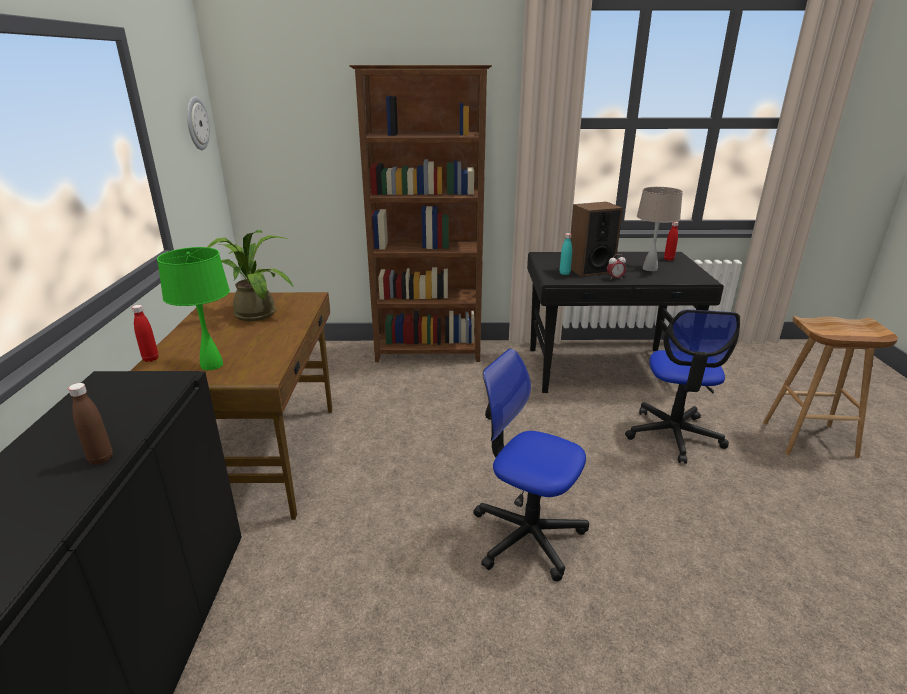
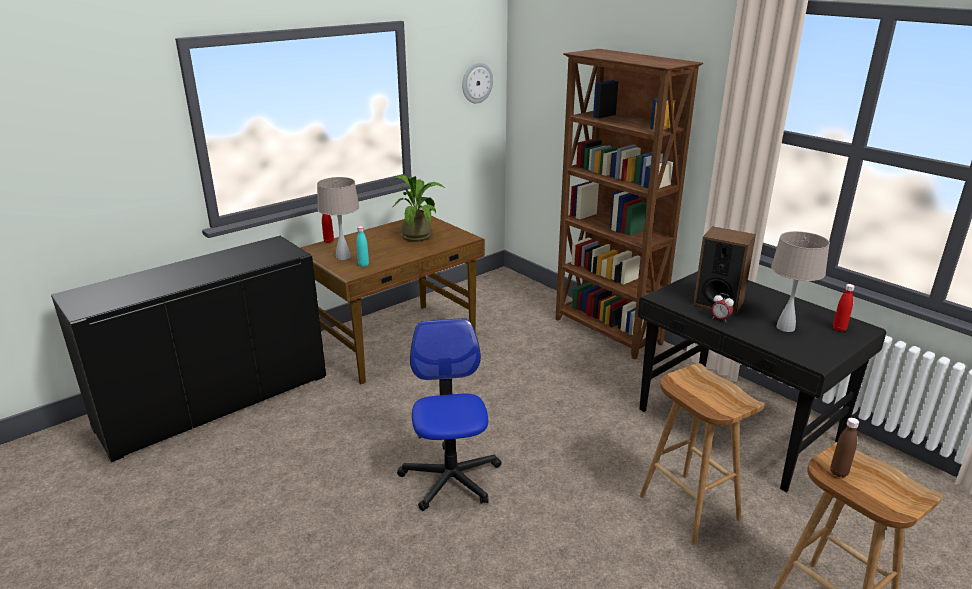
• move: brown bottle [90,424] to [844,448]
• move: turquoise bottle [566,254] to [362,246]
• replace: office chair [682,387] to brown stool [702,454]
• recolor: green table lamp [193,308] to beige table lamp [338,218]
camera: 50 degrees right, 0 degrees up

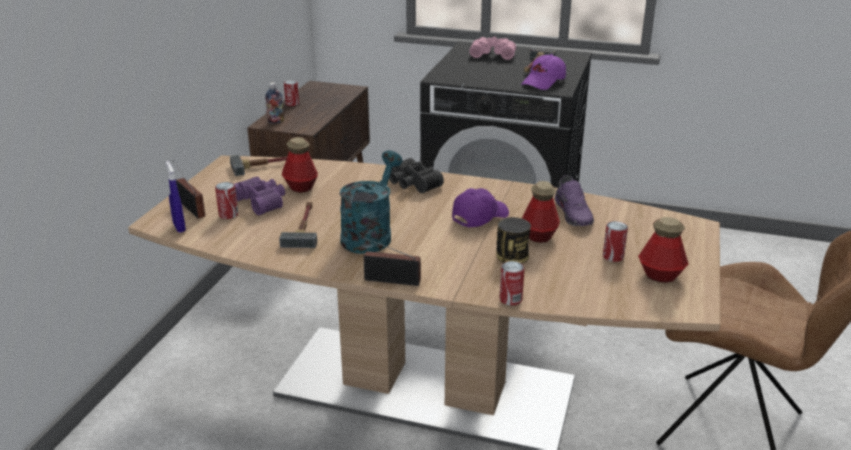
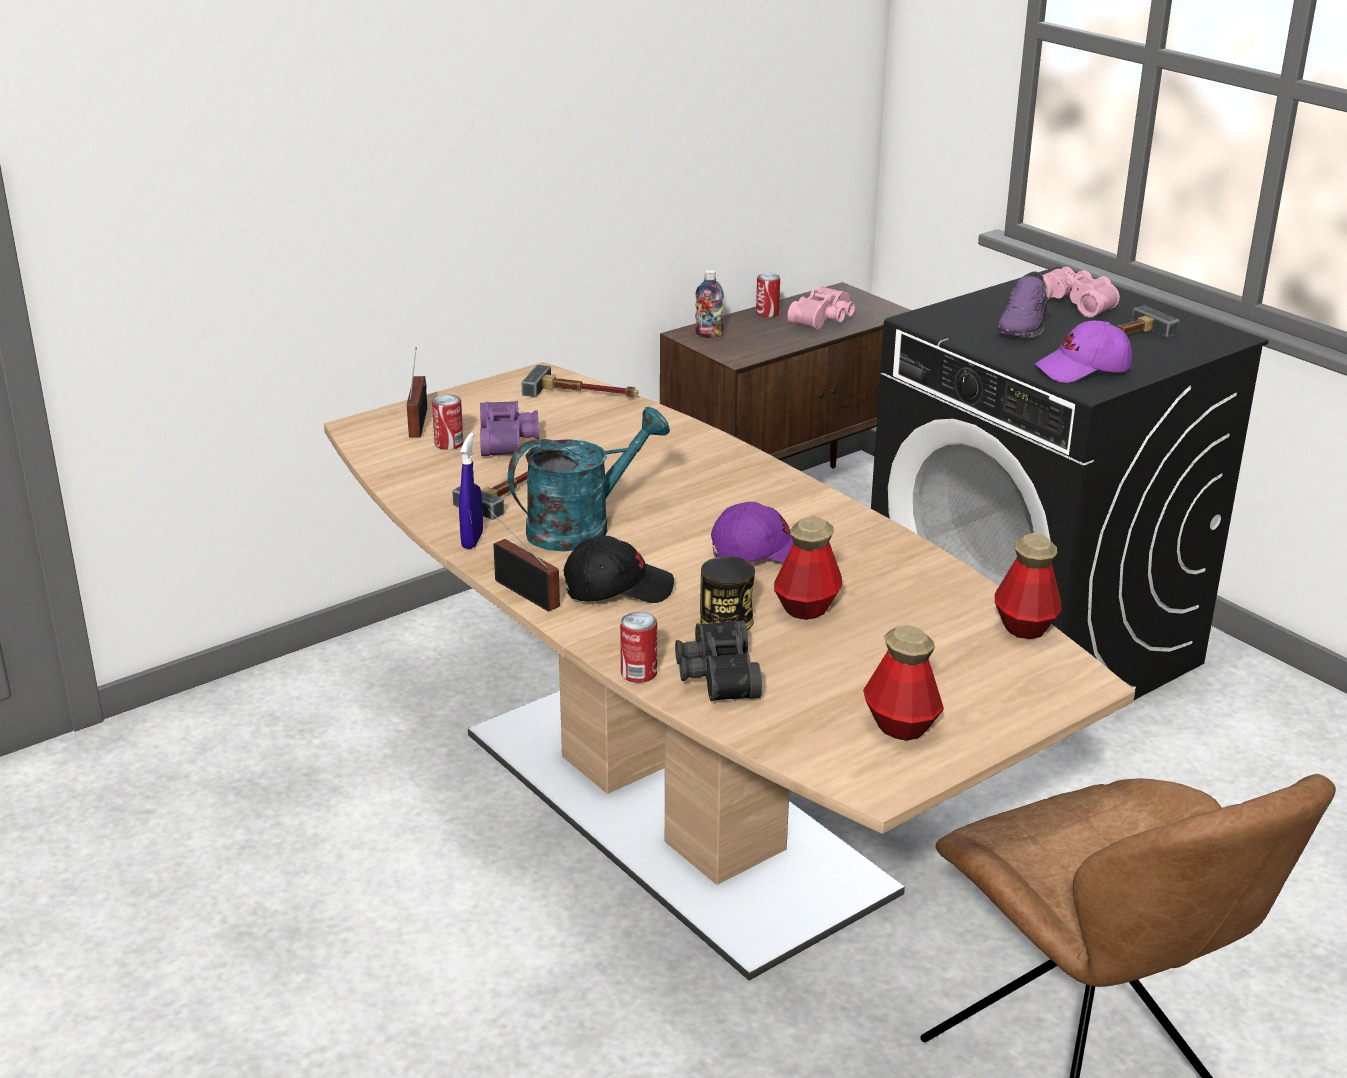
• delete: can [615,241]
• insert: black cap [618,569]
• insert: pink binoculars [821,307]
• move: blue spray bottle [176,197] to [471,491]
• move: bottle [300,165] to [1028,586]
• move: black binoculars [416,175] to [718,661]
• move: purple shoe [574,200] to [1024,305]
camera: 35 degrees right, 0 degrees up

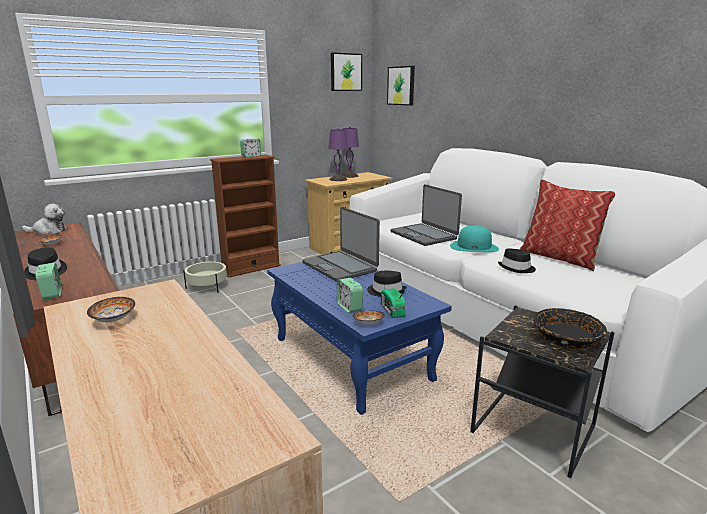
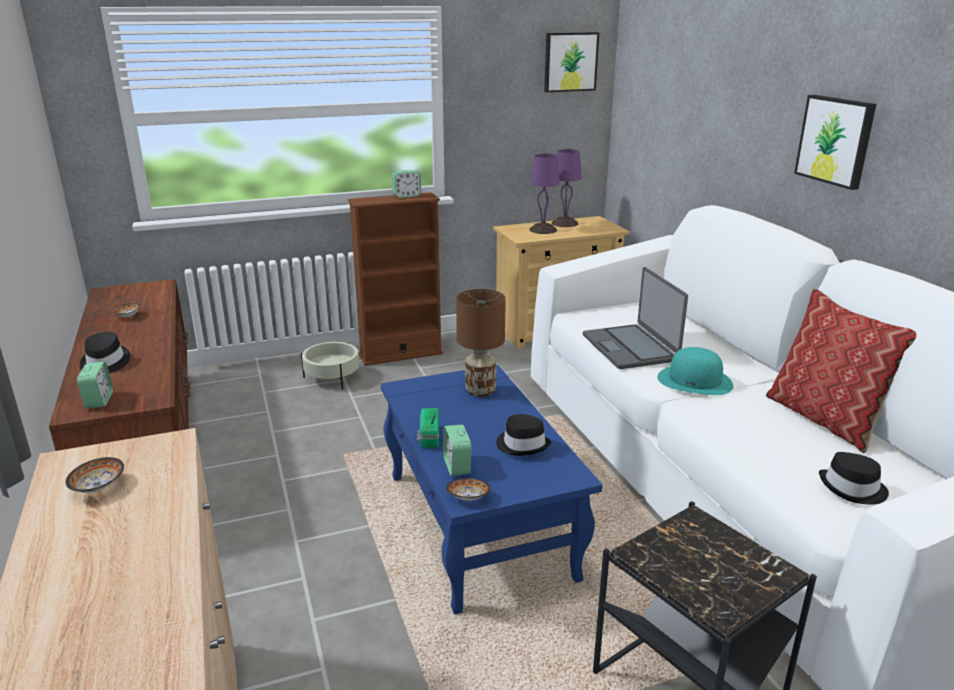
• delete: plush toy [44,219]
• delete: black bowl [570,328]
• move: radio [394,302] to [428,428]
• move: picture [401,86] to [835,142]
• move: black hat [517,260] to [854,478]
• replace: laptop [341,244] to brown table lamp [481,343]
camera: 15 degrees right, 5 degrees up

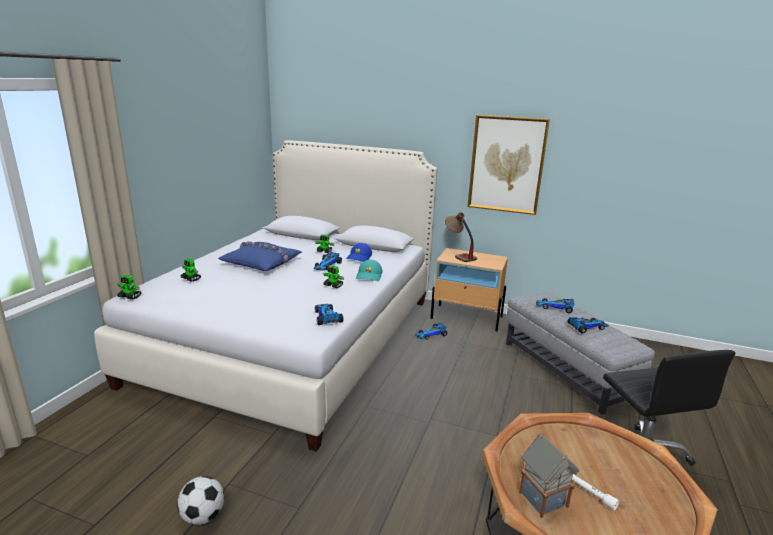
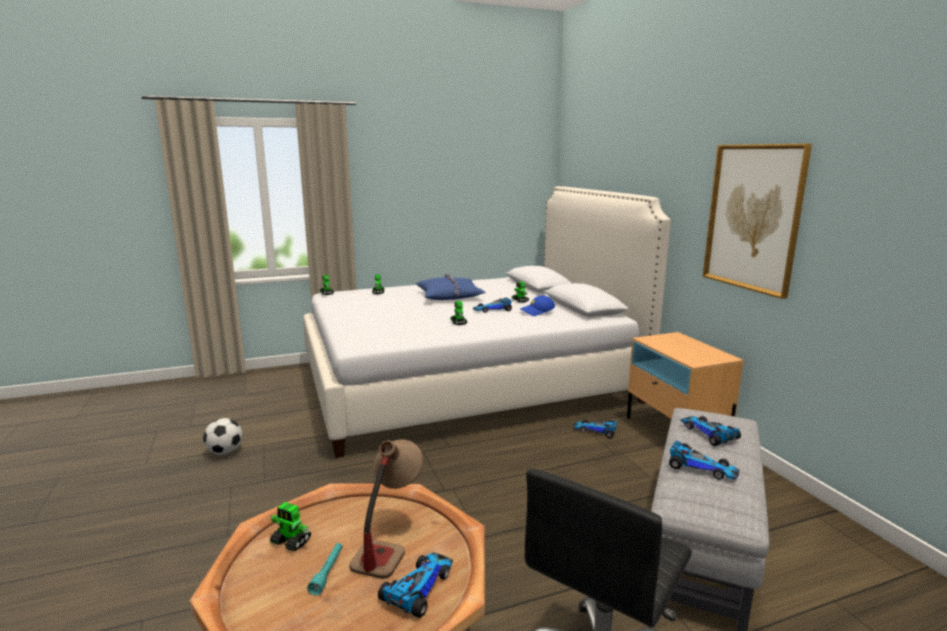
• delete: turquoise cap [369,270]
• move: toy car [329,314] to [415,585]
• move: table lamp [461,237] to [386,509]
• replace: toy house [549,476] to toy robot [290,526]
• recolor: white flashlight [595,492] to turquoise flashlight [324,569]
camera: 50 degrees right, 5 degrees down

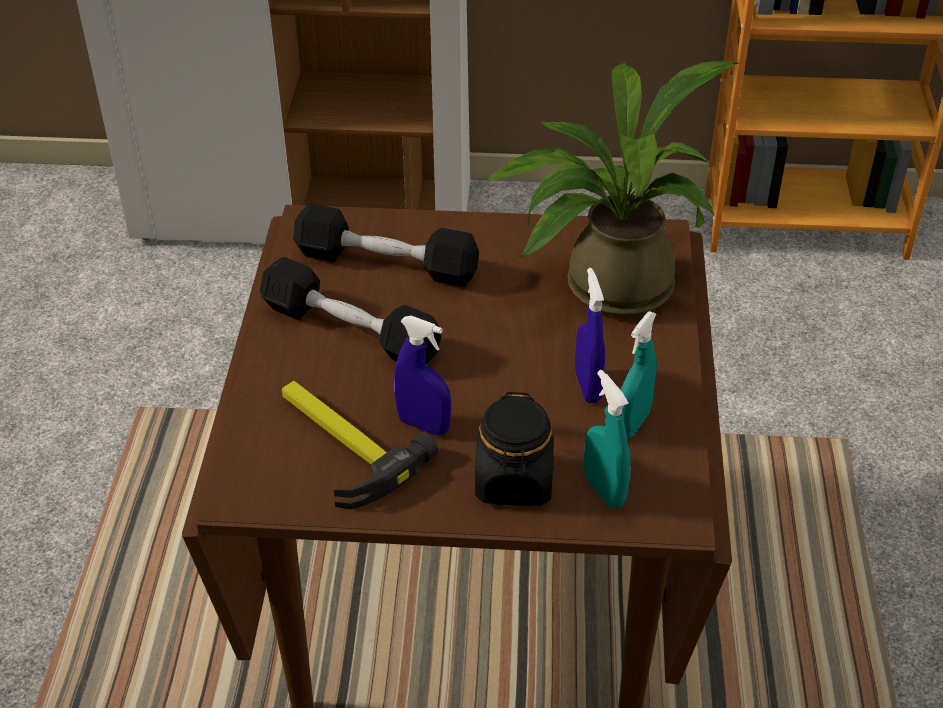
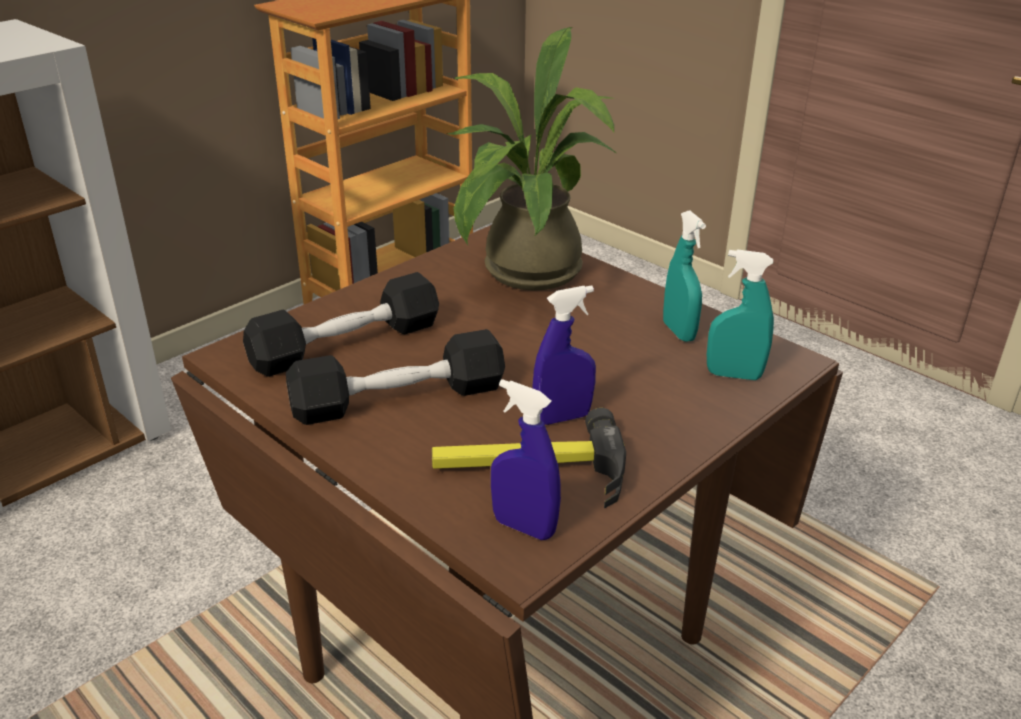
• delete: black jar [514,449]
• move: blue spray bottle [590,335] to [526,459]
camera: 50 degrees left, 10 degrees down

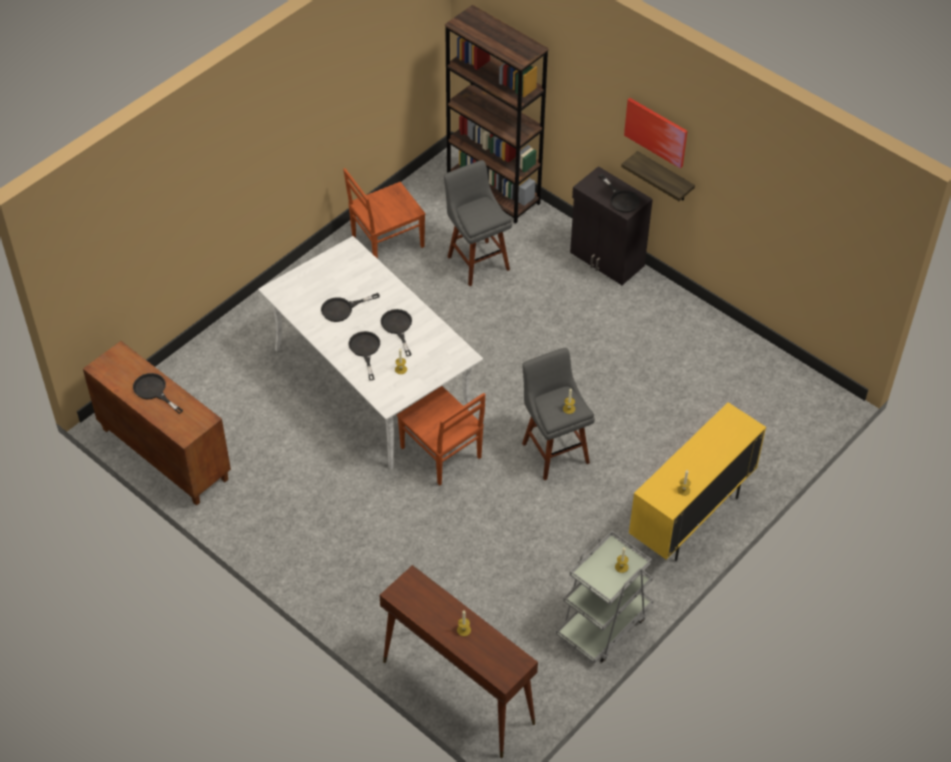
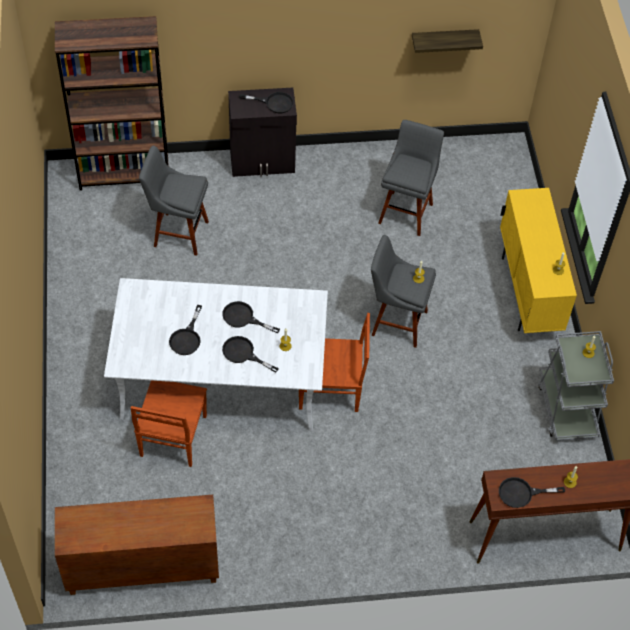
• delete: picture [656,133]
• insert: grey stool [411,178]
• move: black frying pan [158,393] to [532,492]
• move: brown chair [384,213] to [169,424]
• move: shelf [658,176] to [447,41]
camera: 50 degrees left, 5 degrees up

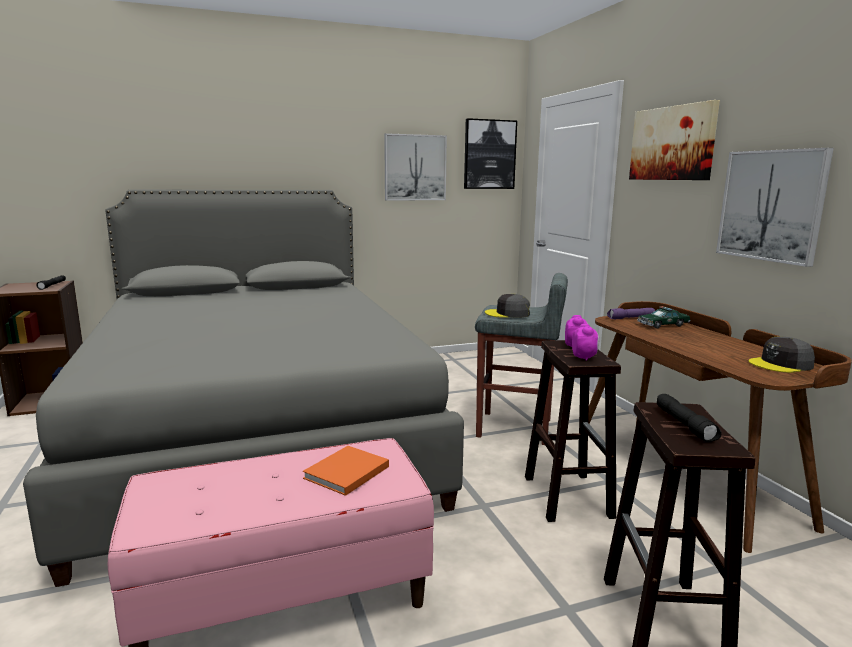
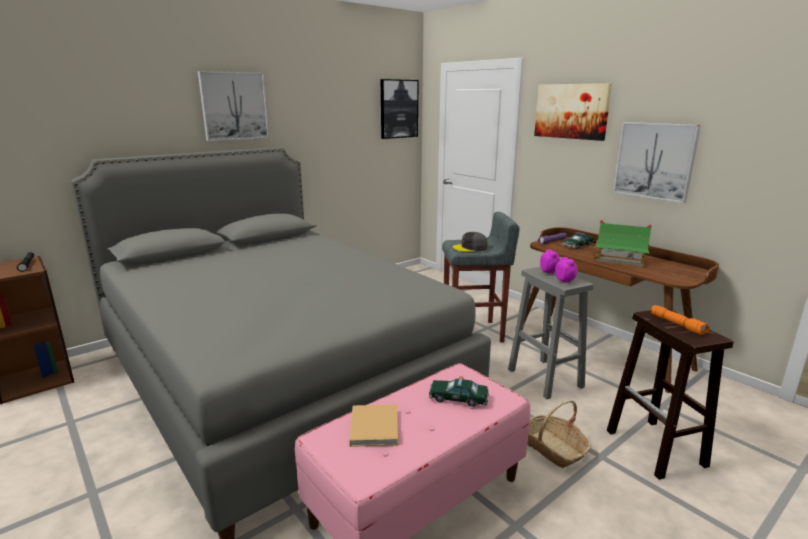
• delete: grey cap [782,354]
• insert: beige book [374,425]
• insert: basket [559,434]
• insert: toy house [623,243]
• move: picture [415,167] to [233,106]
• replace: orange book [346,471] to toy car [459,391]
• recolor: brown stool [573,431] to grey stool [550,333]
• recolor: black flashlight [689,418] to orange flashlight [680,320]
camera: 20 degrees left, 5 degrees up

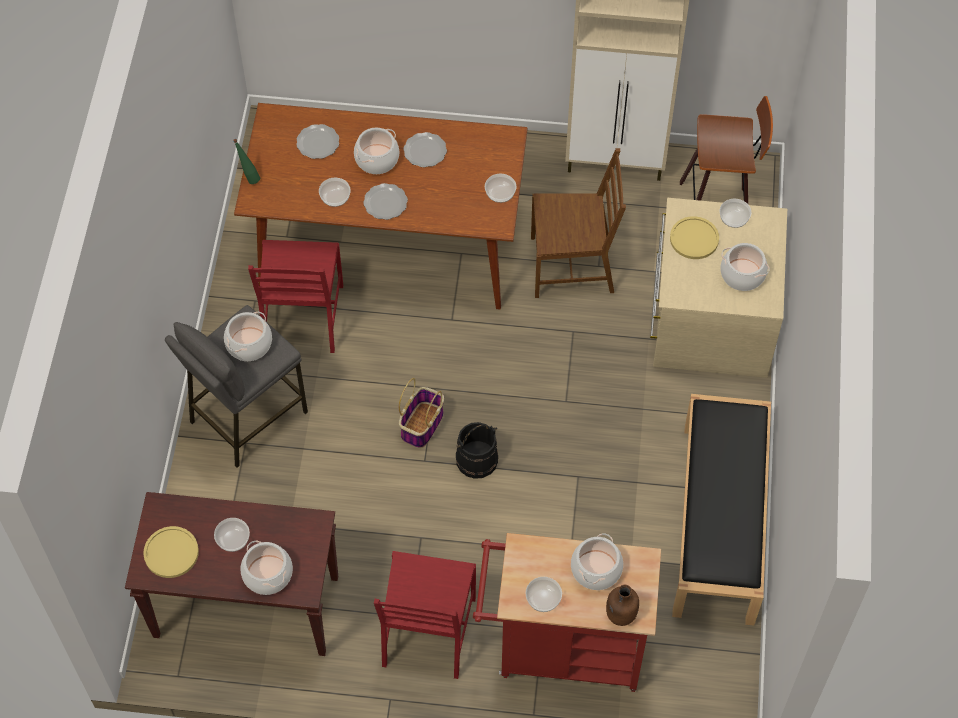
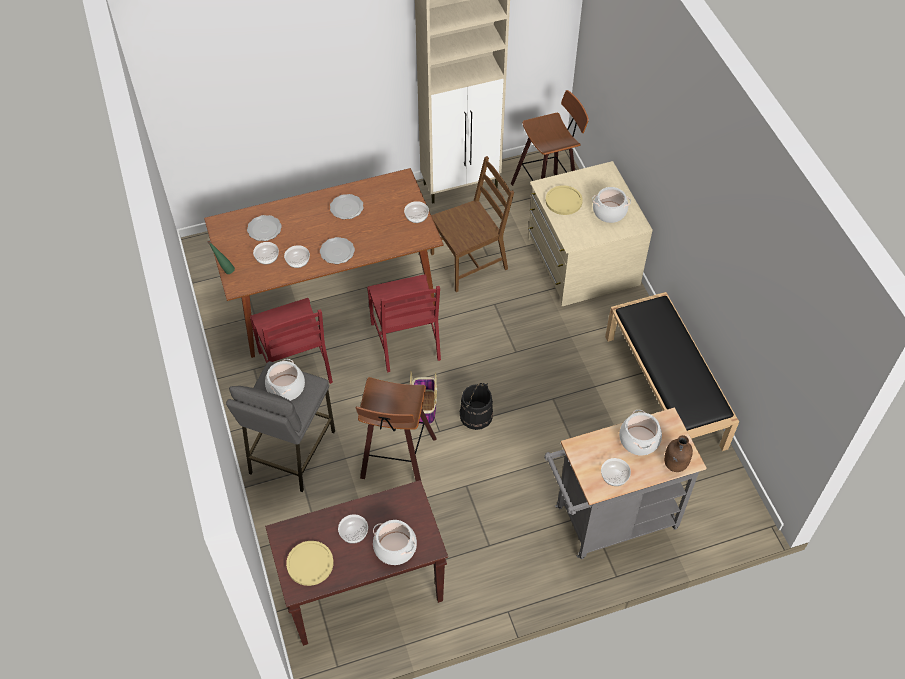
• delete: cooking pot [376,151]
• insert: stool [396,429]
• move: red chair [425,615] to [404,323]
• move: bowl [735,213] to [266,253]
• recolor: red cart [567,612] to grey cart [625,483]
camera: 25 degrees left, 5 degrees down

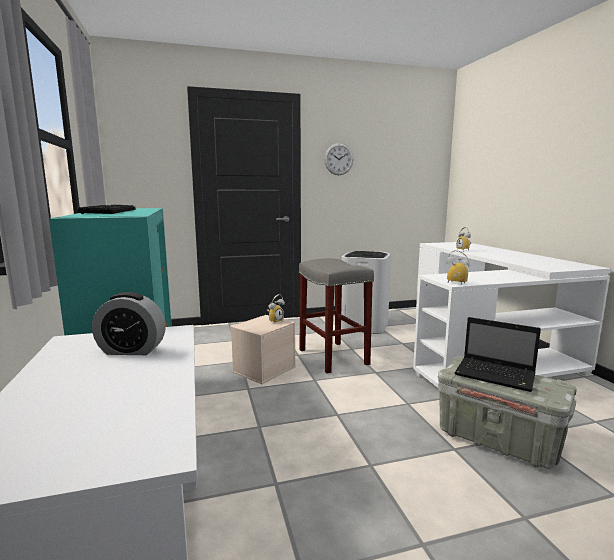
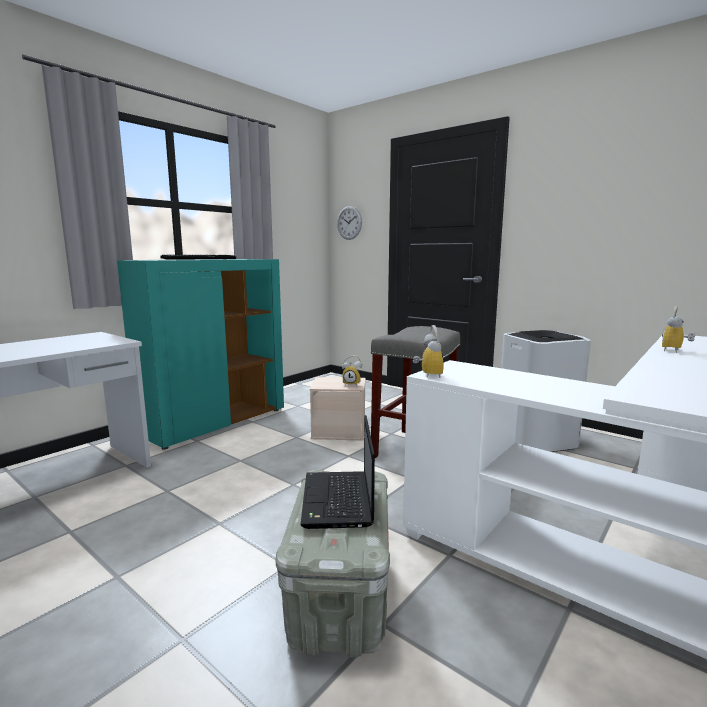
• delete: alarm clock [129,323]
• move: wall clock [338,159] to [349,223]
camera: 55 degrees right, 0 degrees up

